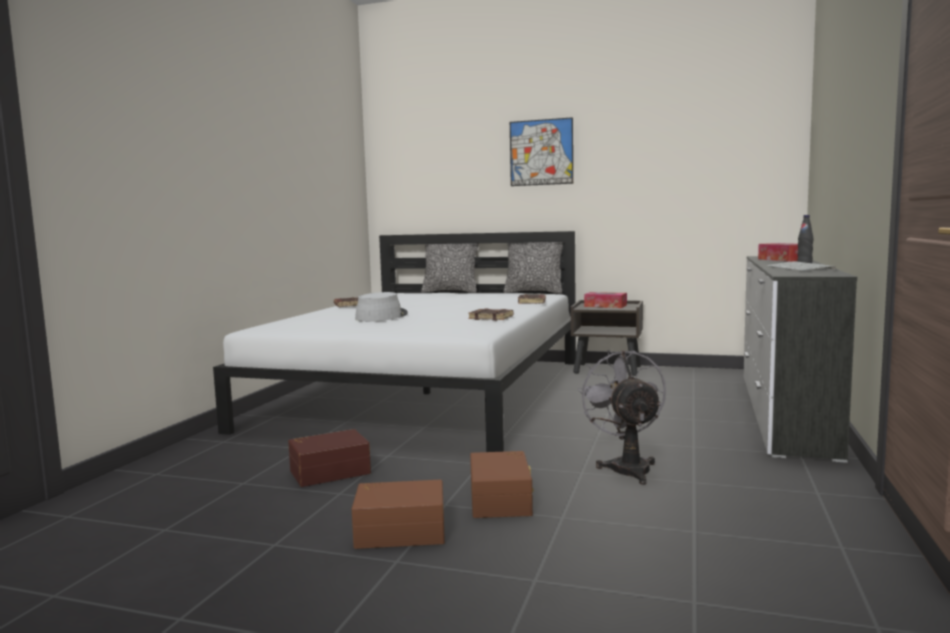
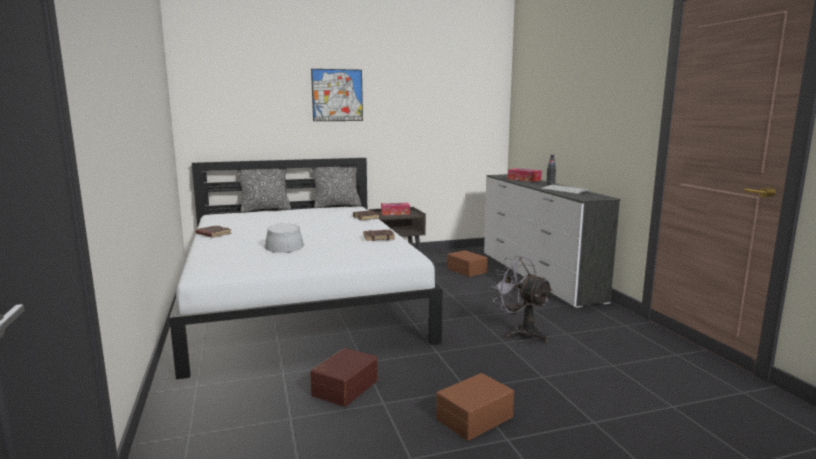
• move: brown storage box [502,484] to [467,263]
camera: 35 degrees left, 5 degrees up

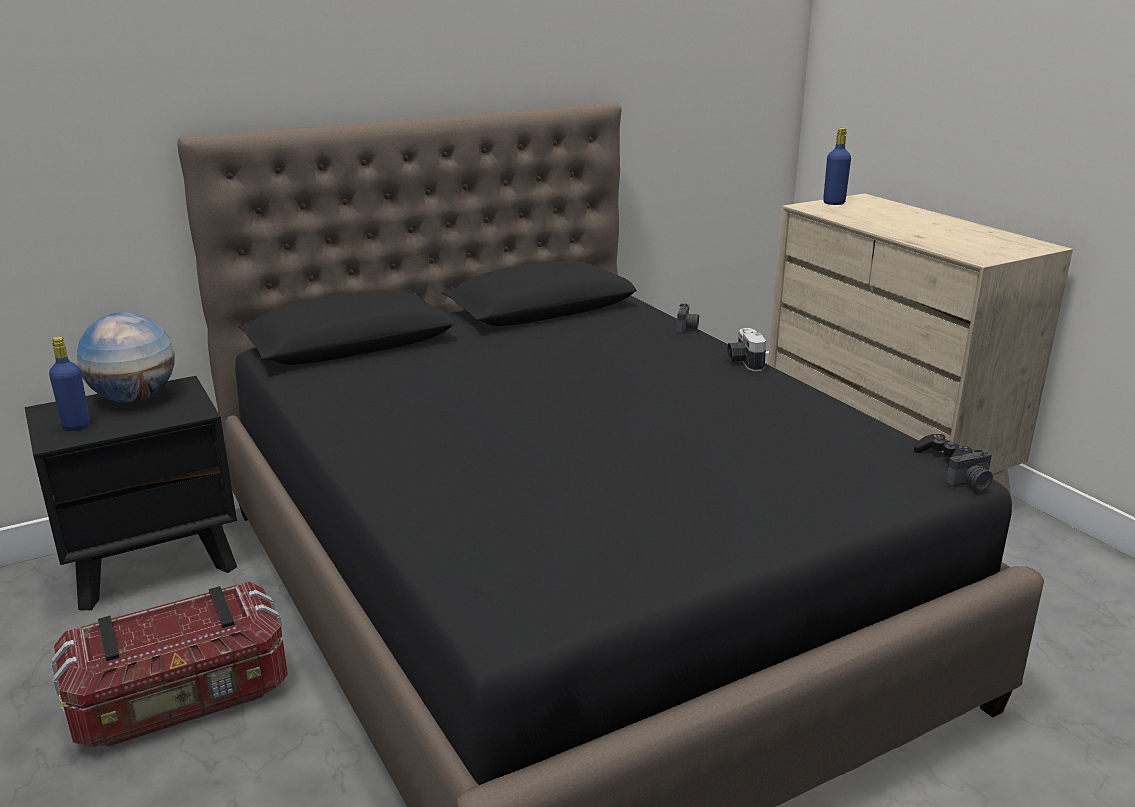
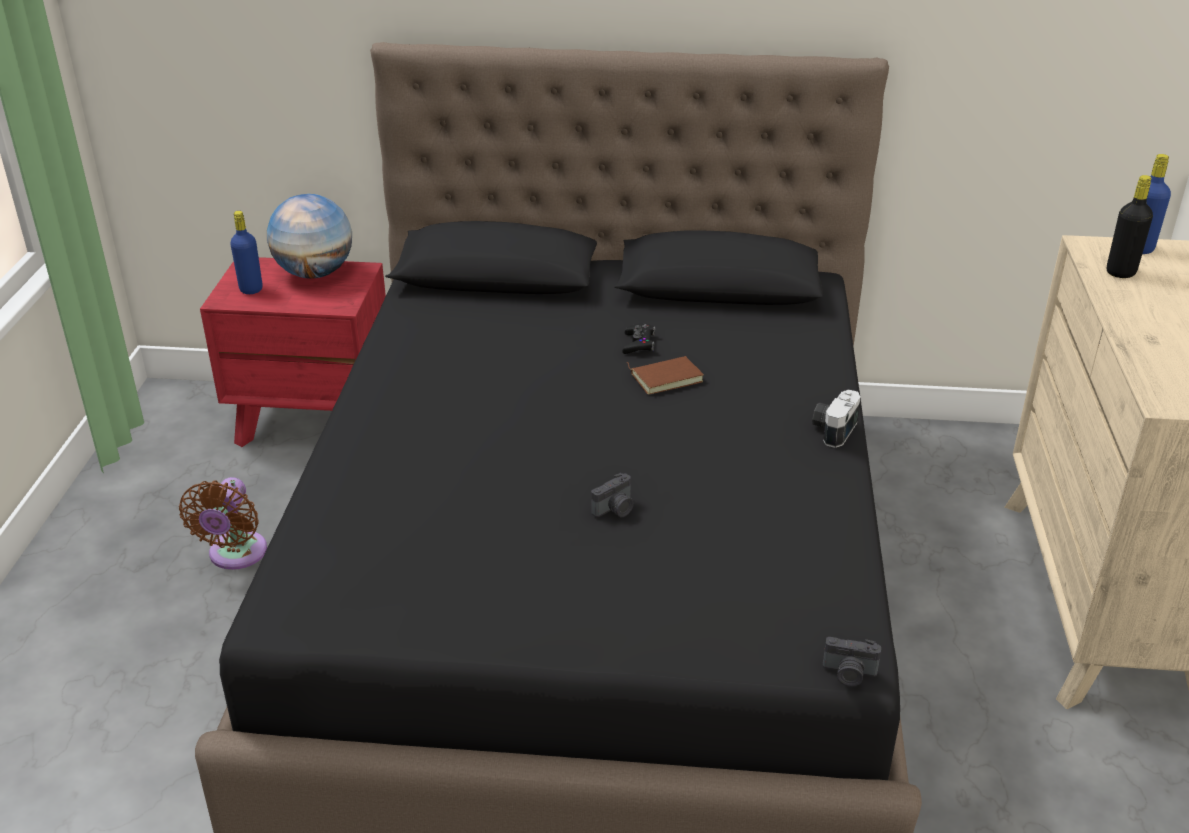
• insert: brown book [665,375]
• insert: black bottle [1130,226]
• move: photo camera [687,318] to [612,495]
• move: black game controller [943,450] to [639,339]
• replace: storage box [169,664] to brown fan [223,523]
• recolor: black nightstand [131,493] to red nightstand [293,352]
camera: 35 degrees right, 10 degrees up

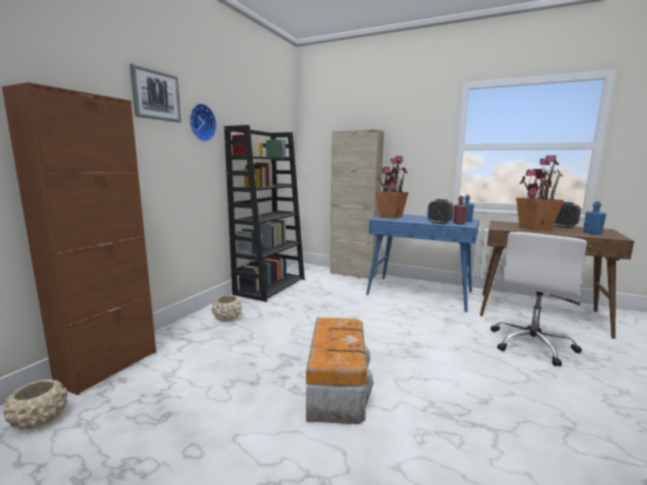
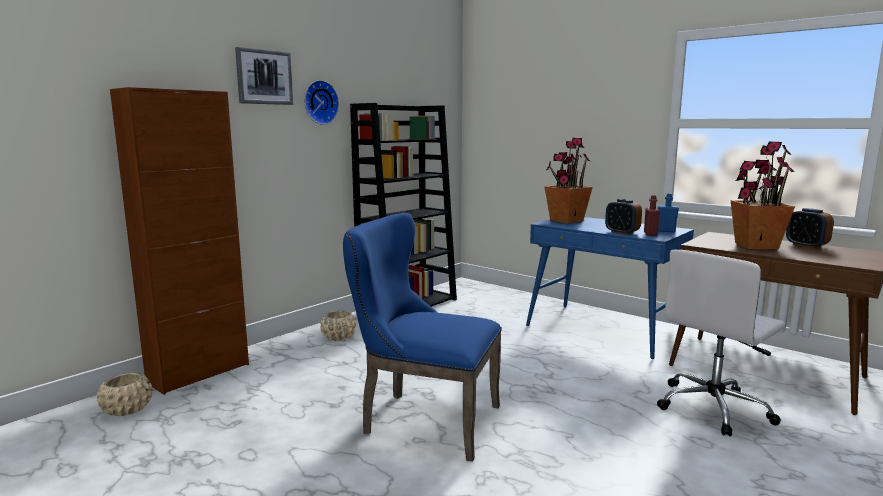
• delete: beige cabinet [357,204]
• delete: blue bottle [594,217]
• replace: storage box [339,370] to blue chair [422,337]
camera: 15 degrees right, 0 degrees up

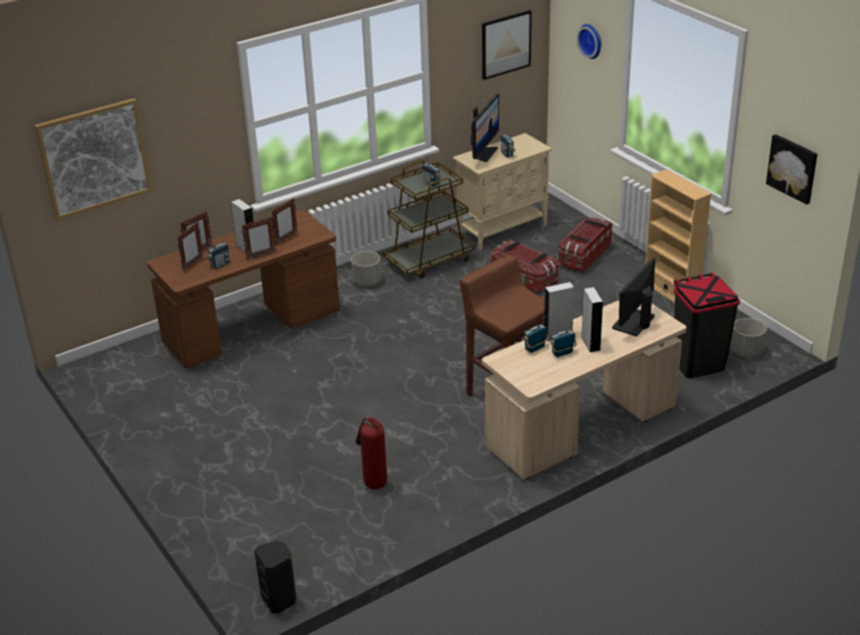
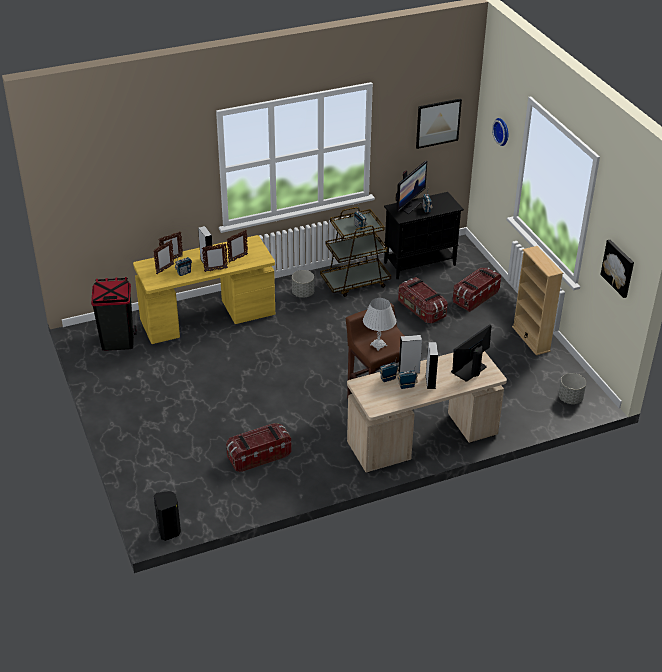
• delete: picture [93,159]
• insert: white table lamp [379,324]
• move: black trash can [707,325] to [114,314]
• replace: fire extinguisher [371,453] to storage box [259,448]
• recolor: brown desk [243,289] to yellow desk [204,289]
• recolor: beige cabinet [502,191] to black cabinet [424,235]
camera: 10 degrees right, 5 degrees up

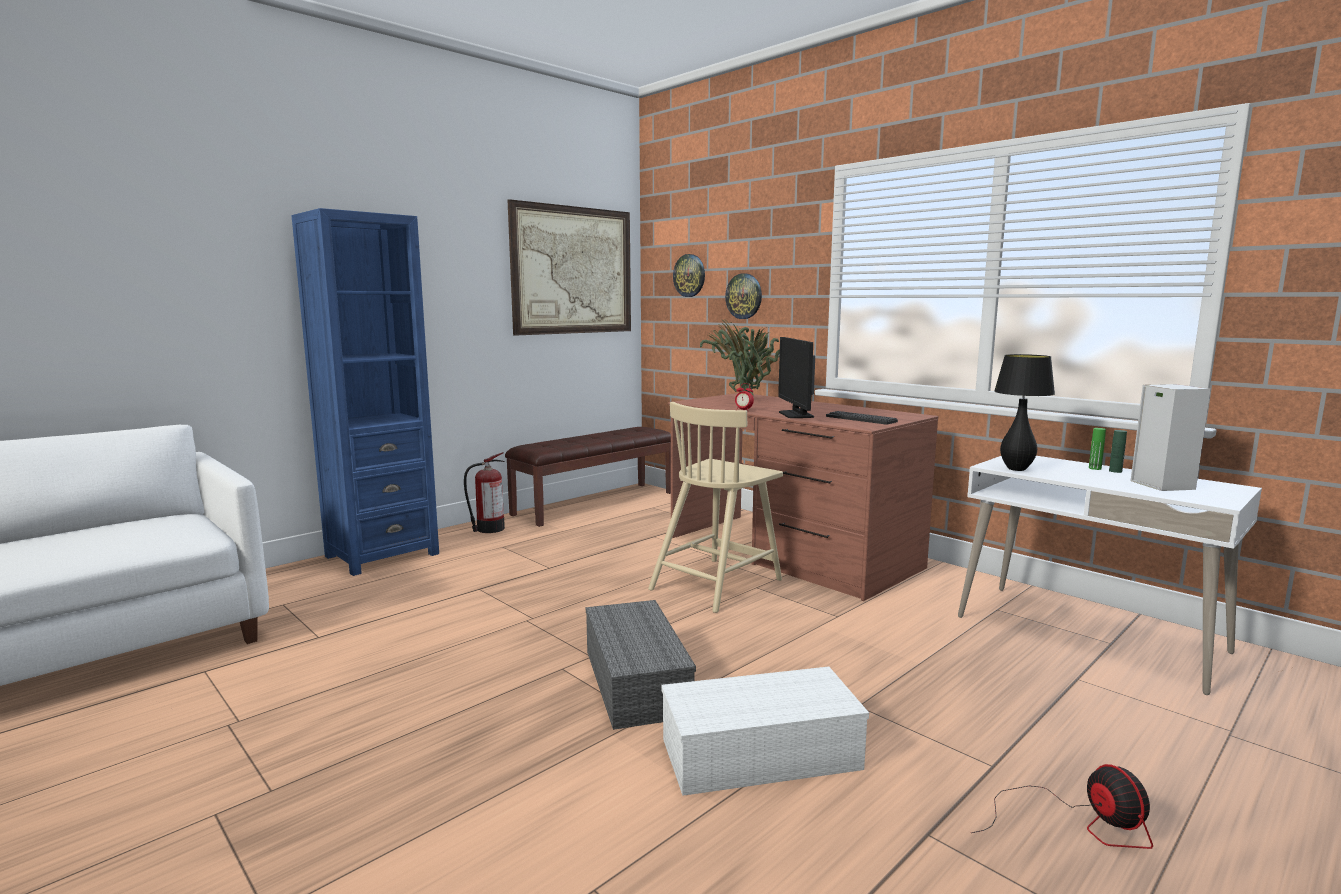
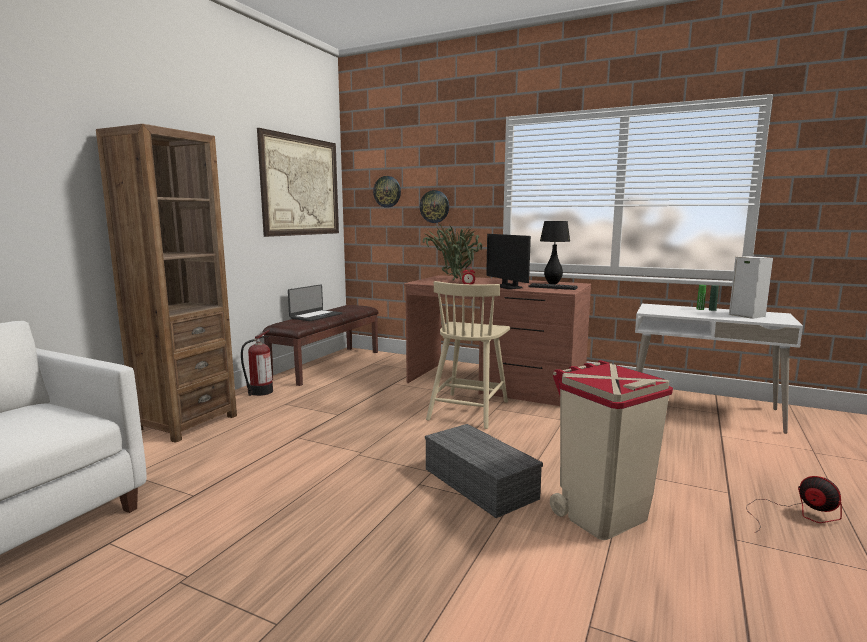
• insert: laptop [315,302]
• move: black table lamp [1024,412] to [555,252]
• replace: white storage box [765,731] to beige trash can [611,450]
• recolor: blue bookcase [365,392] to brown bookcase [166,283]
camera: 20 degrees left, 0 degrees up

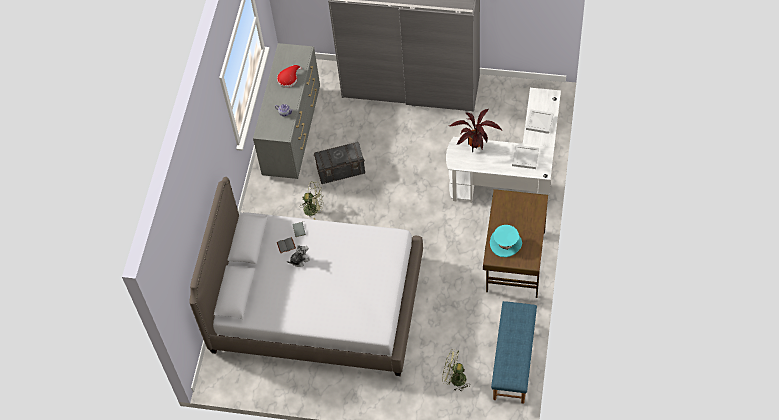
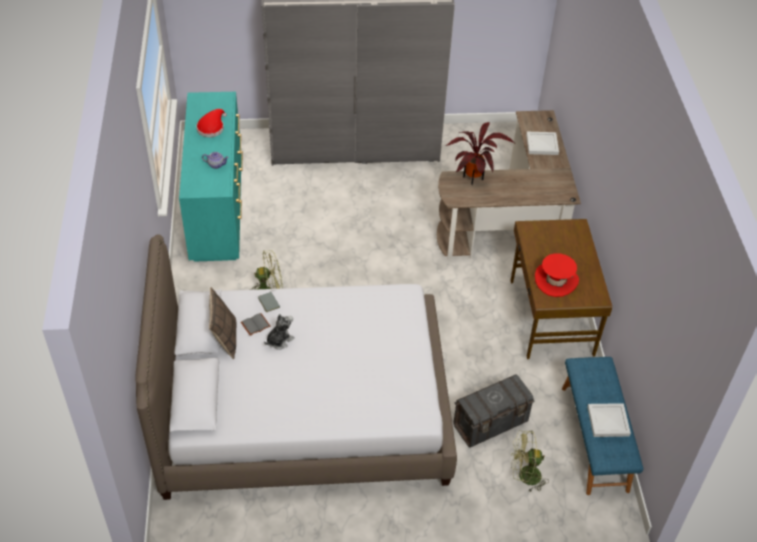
• insert: pillow [222,323]
• move: grey storage box [339,163] to [494,411]
• move: white tray [525,157] to [609,420]
• recolor: grey dresser [286,111] to turquoise dresser [211,177]
• recolor: white desk [503,145] to brown desk [509,185]
• recolor: turquoise hat [506,241] to red hat [557,275]
camera: 20 degrees left, 10 degrees down

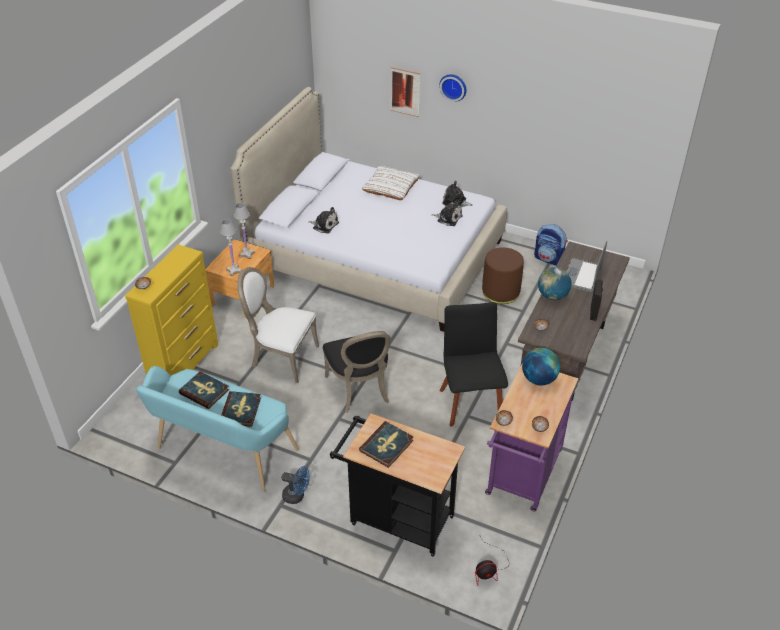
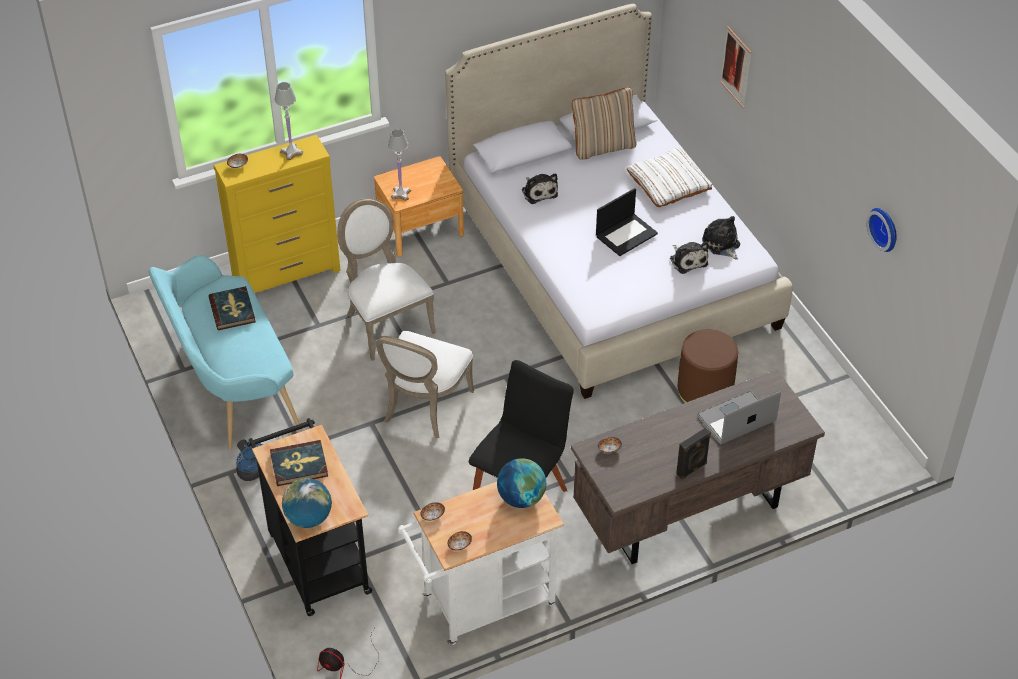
• delete: book [241,409]
• delete: backpack [550,245]
• insert: beige pillow [604,123]
• insert: laptop [627,222]
• move: white table lamp [244,231] to [288,121]
• move: wall clock [452,88] to [882,230]
• move: globe [555,283] to [307,503]
• recolor: black chair [357,372] to white chair [425,384]
• recolor: purple cart [531,437] to white cart [481,563]
camera: 40 degrees right, 5 degrees up

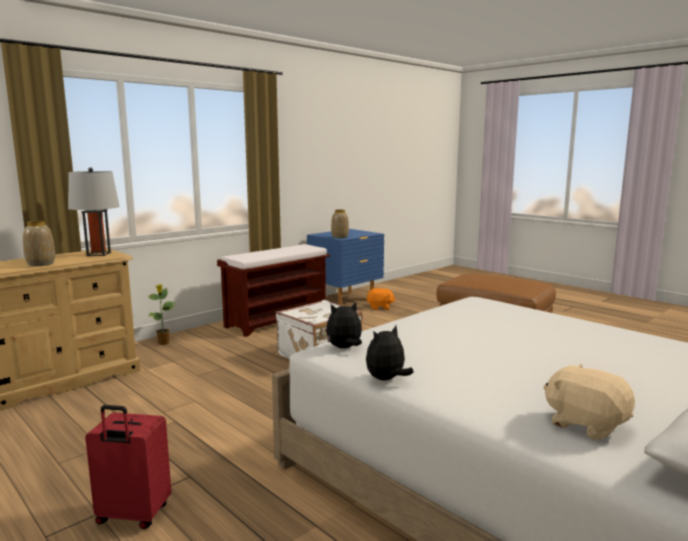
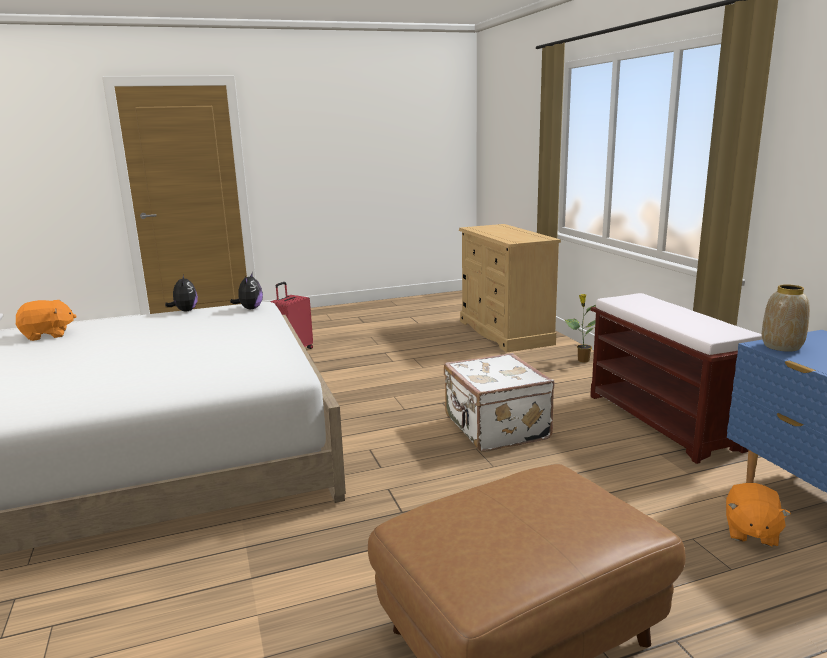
• delete: vase [39,243]
• delete: grey table lamp [94,211]
• recolor: beige plush toy [589,402] to orange plush toy [46,320]
camera: 115 degrees right, 5 degrees up

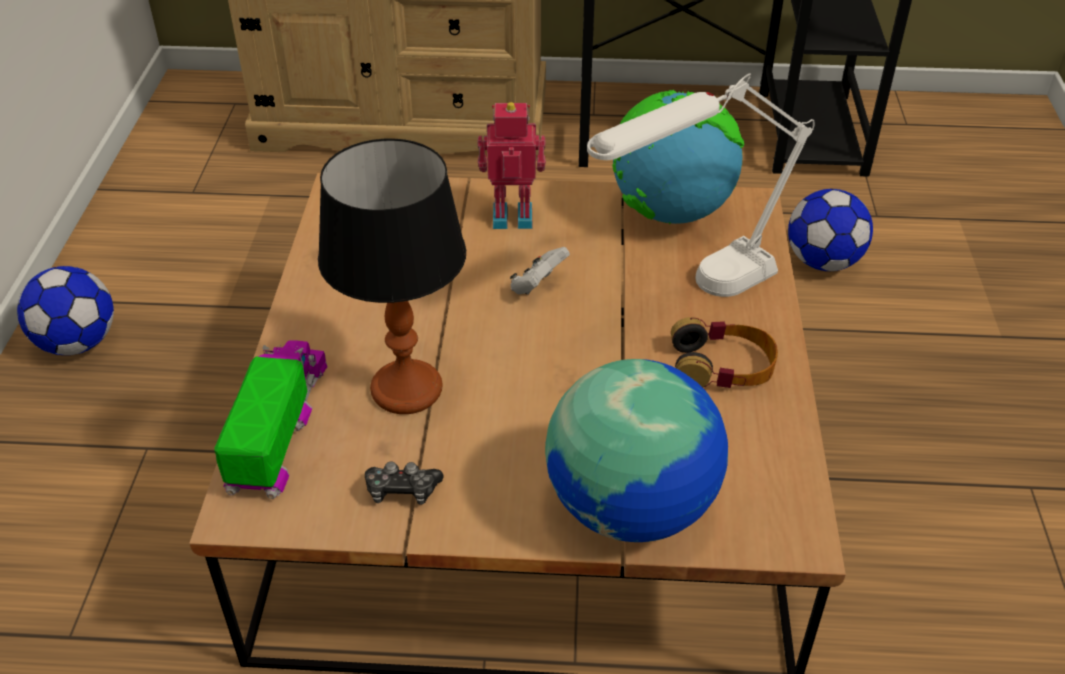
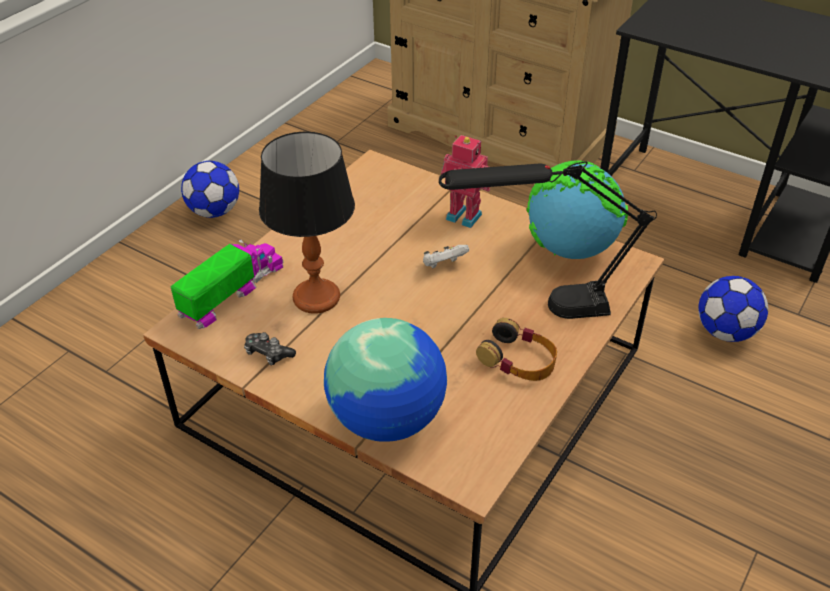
• recolor: white table lamp [701,185] to black table lamp [548,240]
camera: 30 degrees right, 0 degrees up

